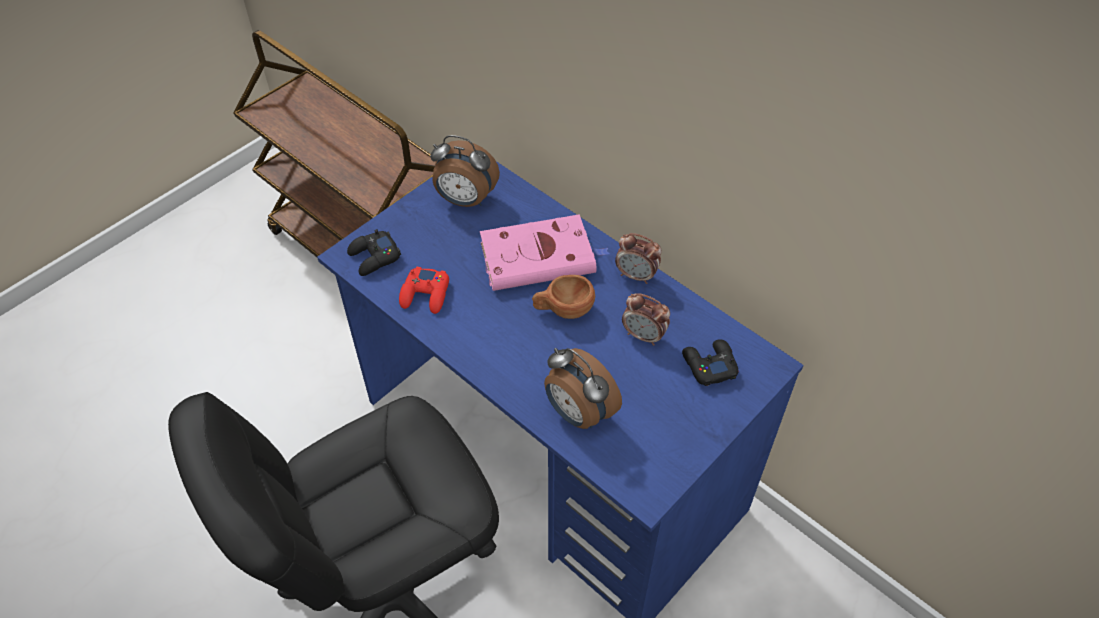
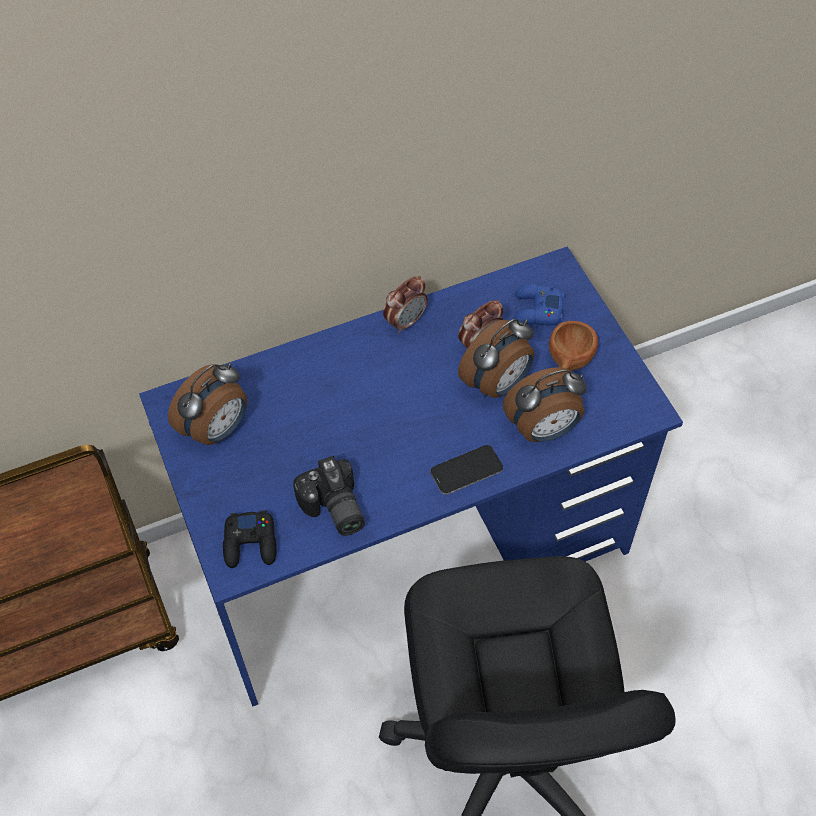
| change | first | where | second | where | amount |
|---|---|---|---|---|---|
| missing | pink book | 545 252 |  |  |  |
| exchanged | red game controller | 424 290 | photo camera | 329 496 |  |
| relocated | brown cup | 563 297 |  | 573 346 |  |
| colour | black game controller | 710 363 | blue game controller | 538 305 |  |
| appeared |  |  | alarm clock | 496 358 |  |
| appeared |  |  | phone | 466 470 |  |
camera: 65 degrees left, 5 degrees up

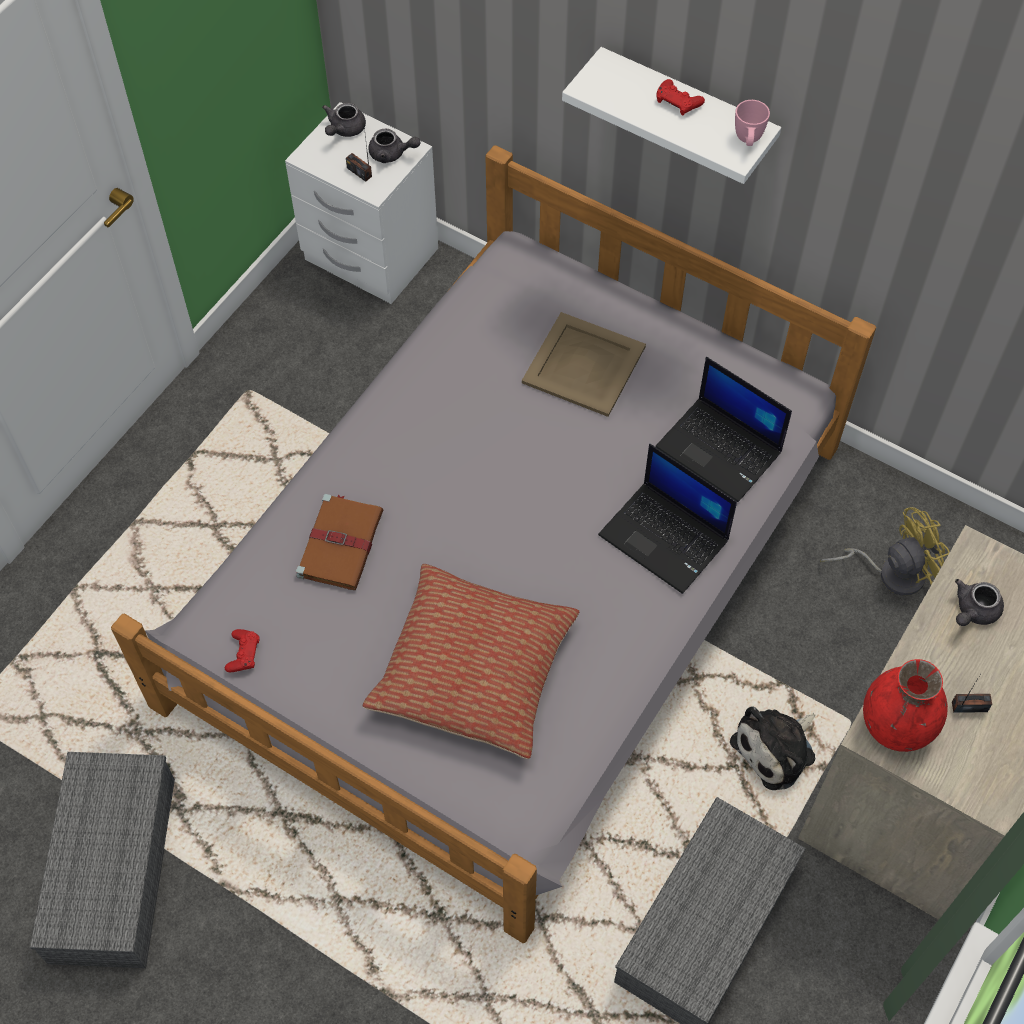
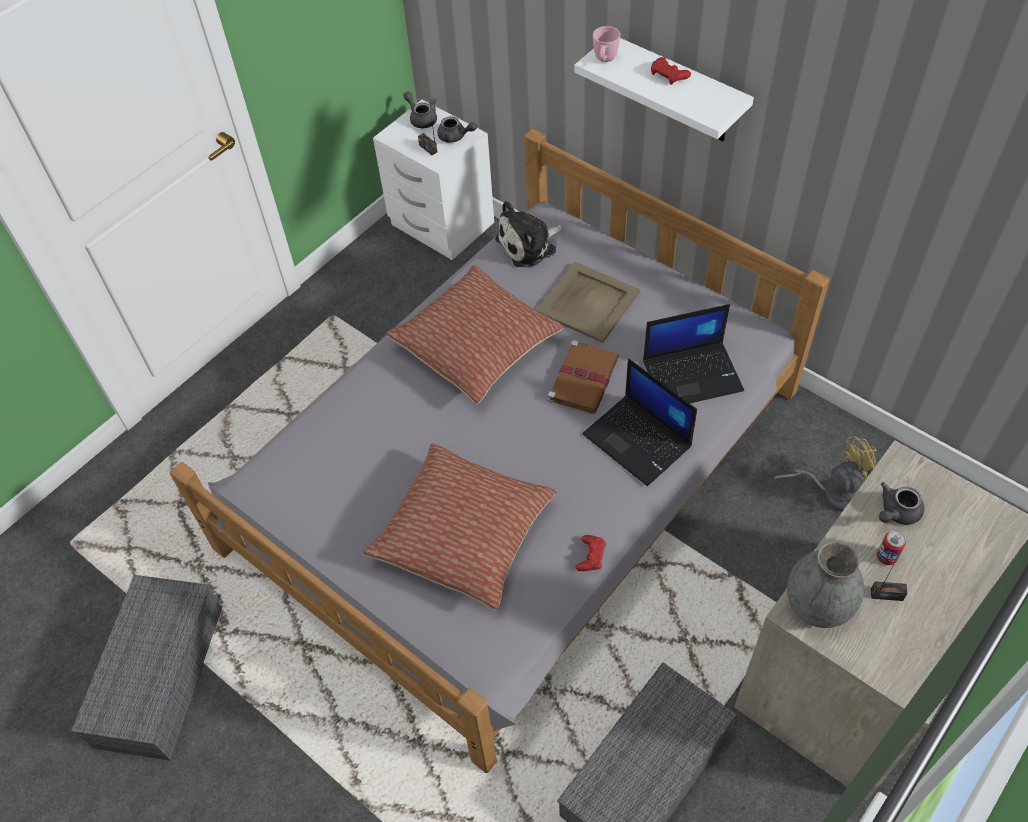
| change | first | where | second | where | amount |
|---|---|---|---|---|---|
| relocated | pink mug | 752 123 |  | 606 44 |  |
| spun | grey teapot | 344 120 |  | 420 109 | 105 degrees clockwise |
| spun | laptop | 723 429 |  | 693 353 | 60 degrees counterclockwise |
| relocated | brown book | 340 542 |  | 584 377 |  |
| relocated | red game controller | 242 650 |  | 591 553 |  |
| colour | red vase | 905 705 | grey vase | 825 584 |  |
| relocated | plush toy | 773 748 |  | 529 234 |  |
| appeared |  |  | pillow | 475 334 |  |
| appeared |  |  | can | 891 548 |  |
camera: 10 degrees right, 5 degrees down

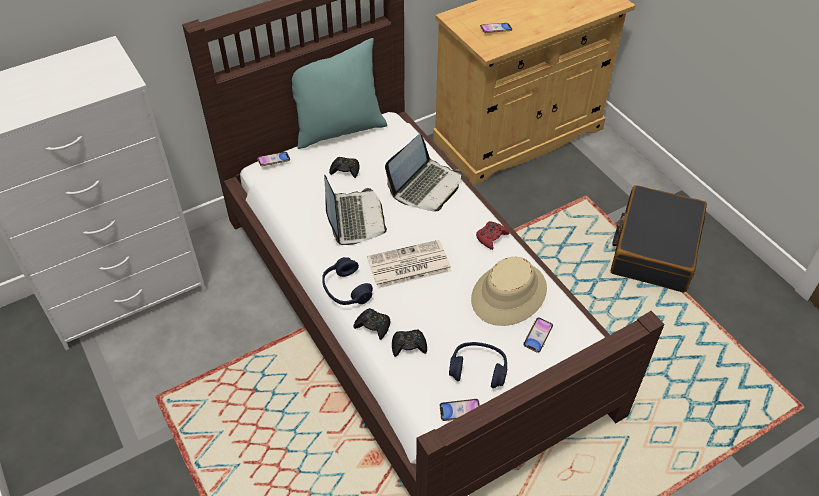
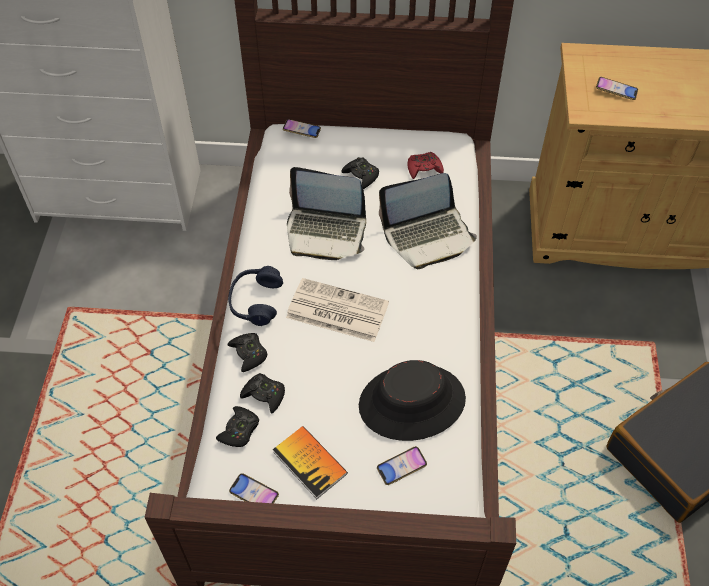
| change | first | where | second | where | amount |
|---|---|---|---|---|---|
| missing | turquoise pillow | 339 93 |  |  |  |
| spun | laptop | 355 209 |  | 326 213 | 75 degrees clockwise |
| relocated | red game controller | 492 235 |  | 426 165 |  |
| colour | beige hat | 509 291 | black hat | 412 400 |  |
| exchanged | blue headphones | 478 365 | book | 310 462 |  |
| appeared |  |  | black game controller | 237 426 |  |
camera: 35 degrees right, 5 degrees up

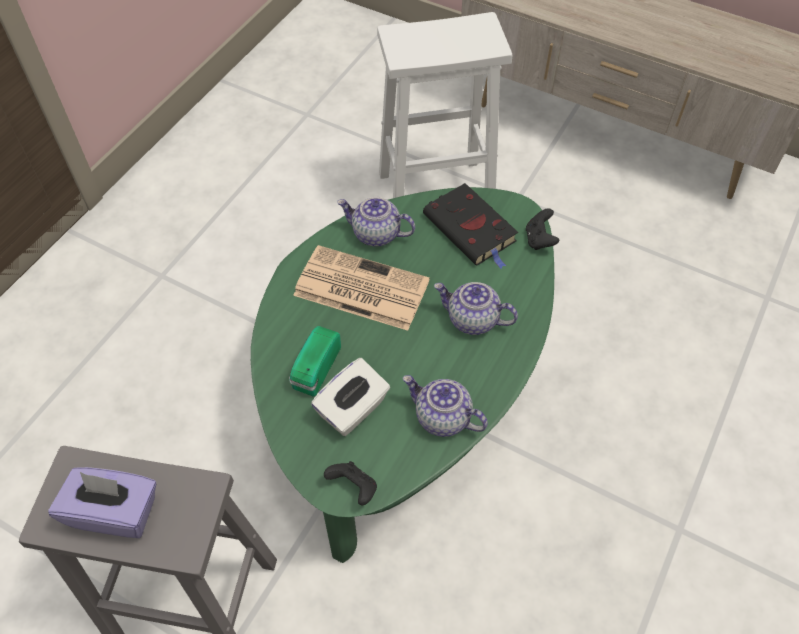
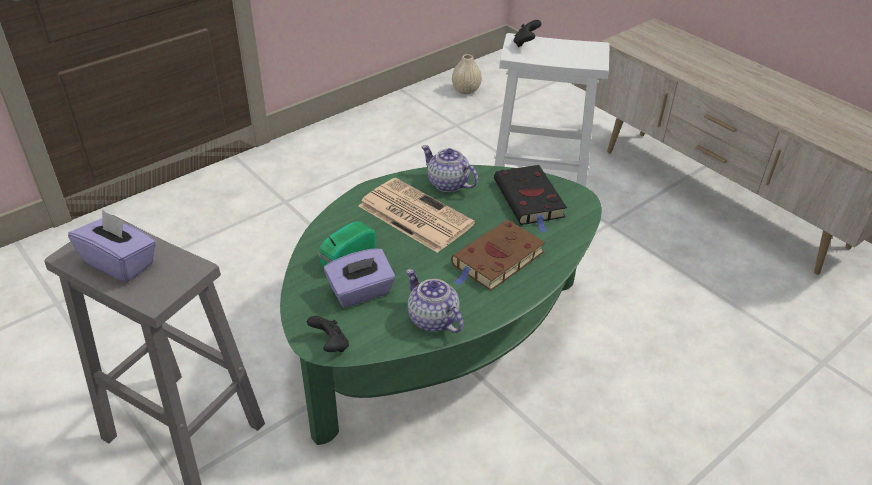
| change | first | where | second | where | amount |
|---|---|---|---|---|---|
| relocated | black game controller | 542 229 |  | 528 33 |  |
| exchanged | teapot | 476 308 | brown book | 498 255 |  |
| colour | white tissue box | 350 397 | purple tissue box | 360 278 |  |
| appeared |  |  | beige vase | 467 74 |  |
camera: 20 degrees right, 15 degrees down

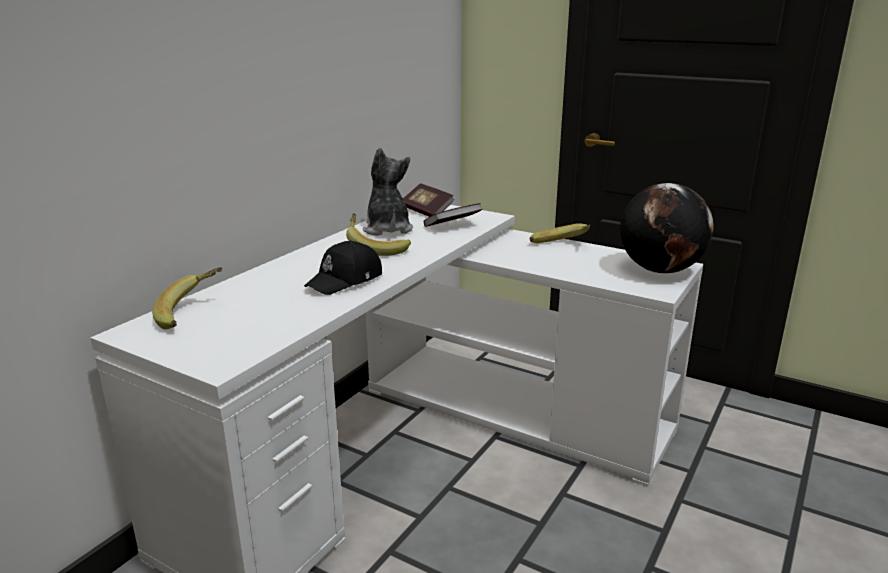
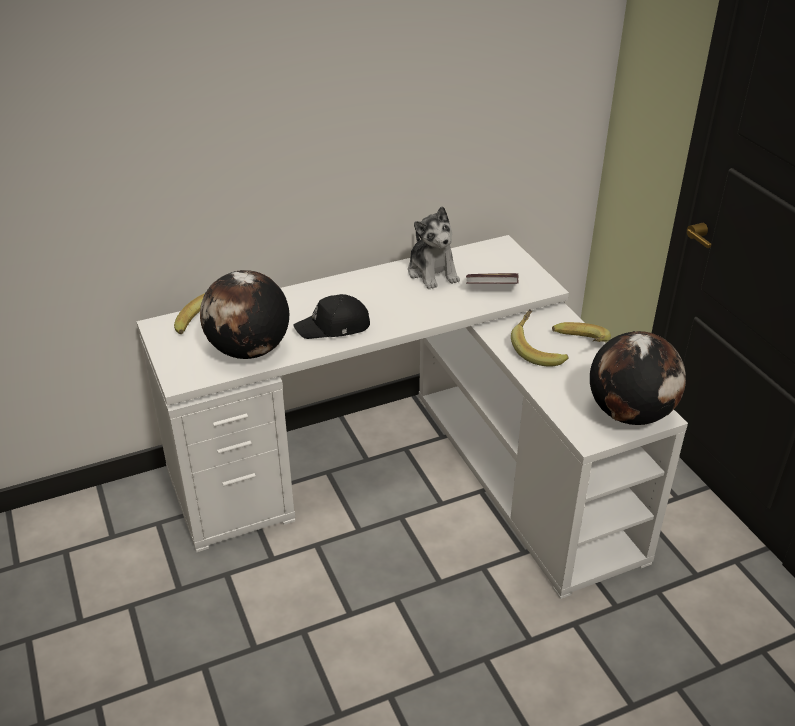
| change | first | where | second | where | amount |
|---|---|---|---|---|---|
| spun | plush toy | 388 192 |  | 434 247 | 135 degrees clockwise |
| missing | book | 428 200 |  |  |  |
| relocated | banana | 378 234 |  | 539 338 |  |
| appeared |  |  | globe | 244 314 |  |
camera: 35 degrees right, 15 degrees up

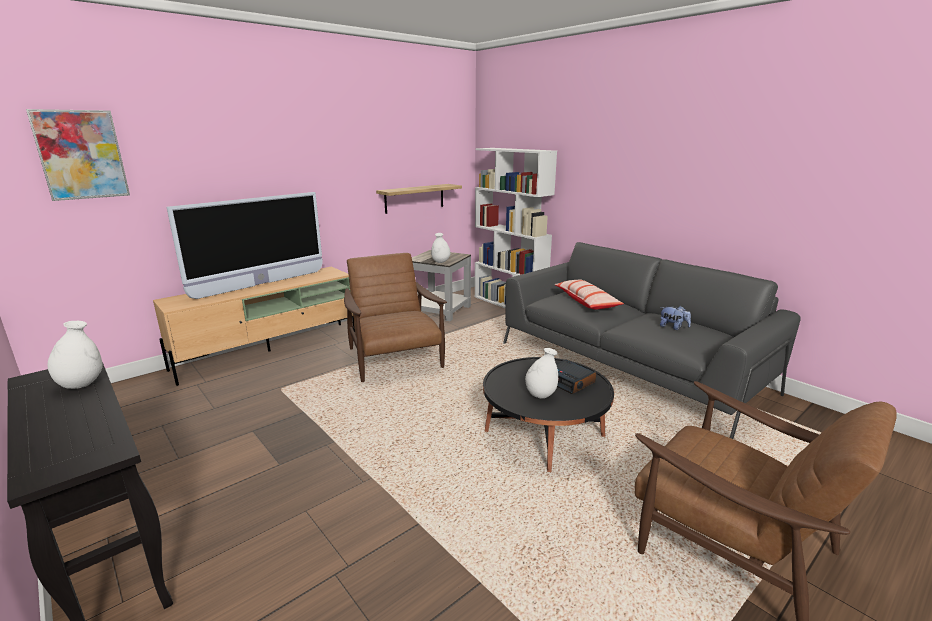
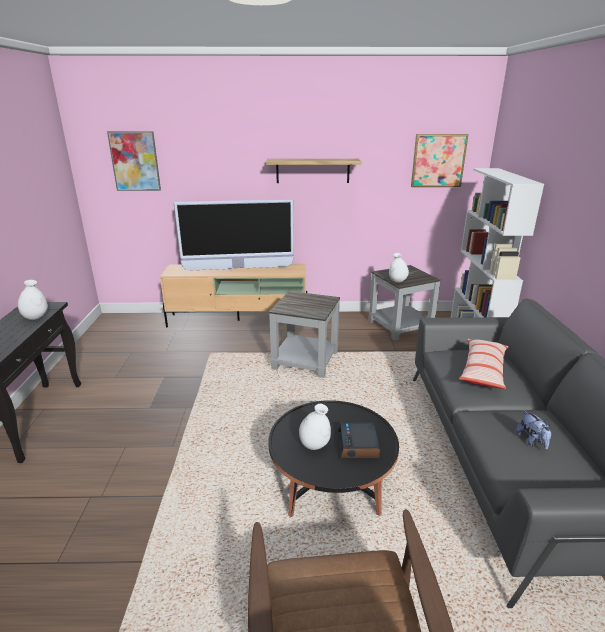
| change | first | where | second | where | amount |
|---|---|---|---|---|---|
| relocated | shelf | 419 199 |  | 314 171 |  |
| exchanged | brown armchair | 395 317 | grey side table | 304 334 |  |
| appeared |  |  | picture | 439 160 |  |
camera: 40 degrees right, 5 degrees up

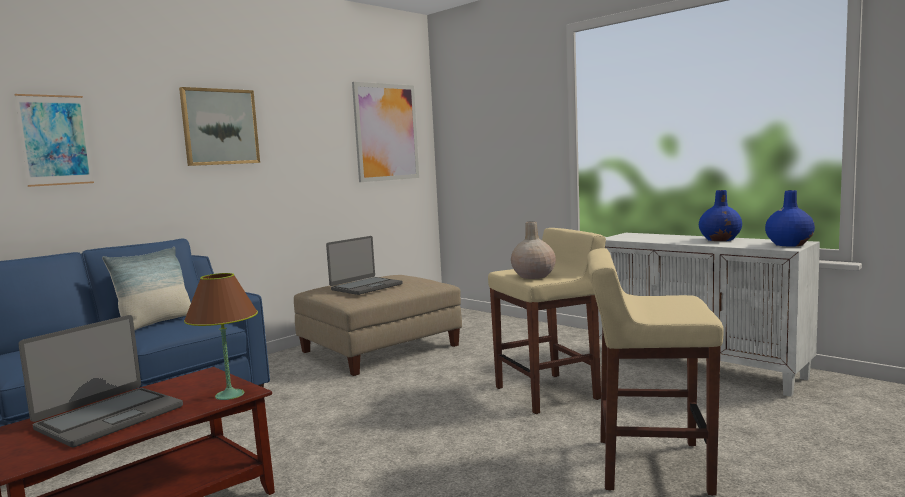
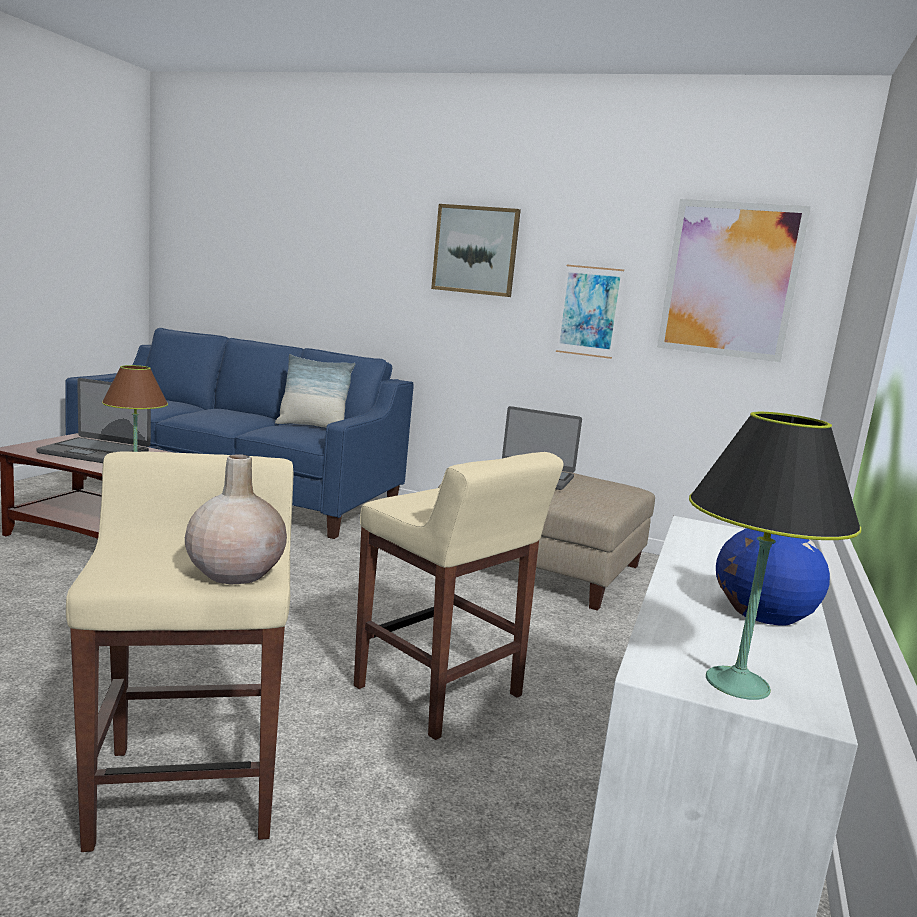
| change | first | where | second | where | amount |
|---|---|---|---|---|---|
| relocated | picture | 54 140 |  | 590 312 |  |
| exchanged | blue vase | 790 218 | black table lamp | 775 555 |  |
| relocated | beige vase | 533 250 |  | 236 519 |  |
camera: 65 degrees right, 5 degrees up

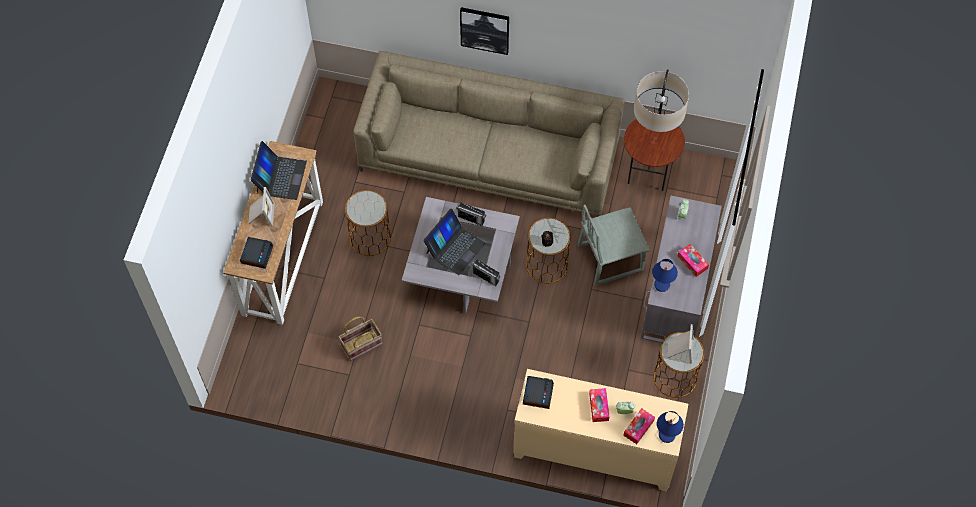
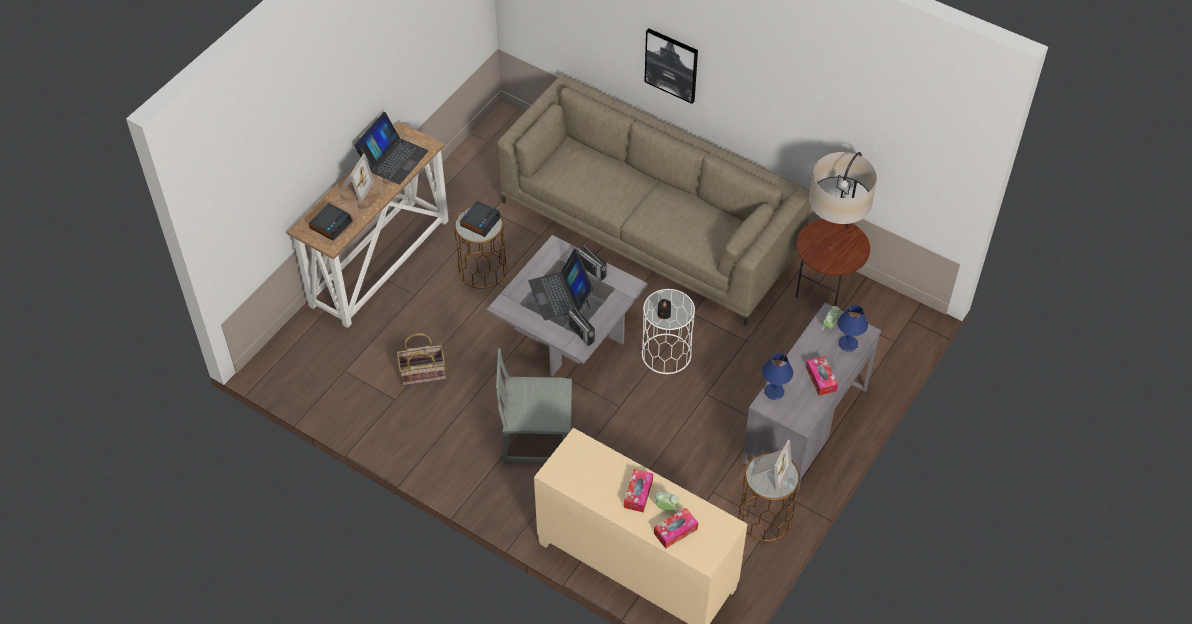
| change | first | where | second | where | amount |
|---|---|---|---|---|---|
| relocated | grey chair | 613 245 |  | 534 405 |  |
| spun | laptop | 454 241 |  | 560 285 | 105 degrees clockwise |
| colour | brown side table | 548 250 | white side table | 668 331 |  |
| relocated | alarm clock | 538 392 |  | 480 219 |  |
| relocated | blue table lamp | 670 427 |  | 852 328 |  |
camera: 20 degrees right, 10 degrees down

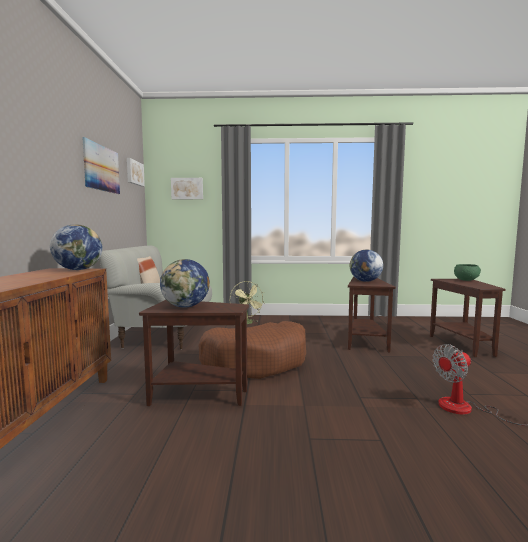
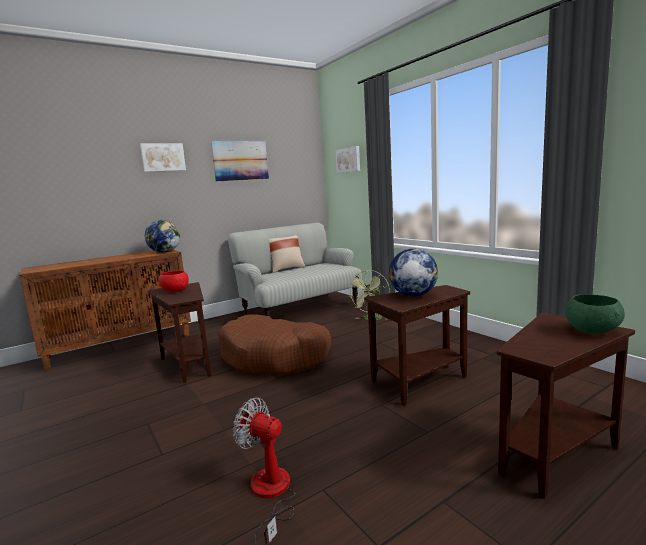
| change | first | where | second | where | amount |
|---|---|---|---|---|---|
| relocated | picture | 136 172 |  | 163 157 |  |
| exchanged | globe | 185 283 | red bowl | 173 282 |  |
camera: 55 degrees right, 5 degrees up

